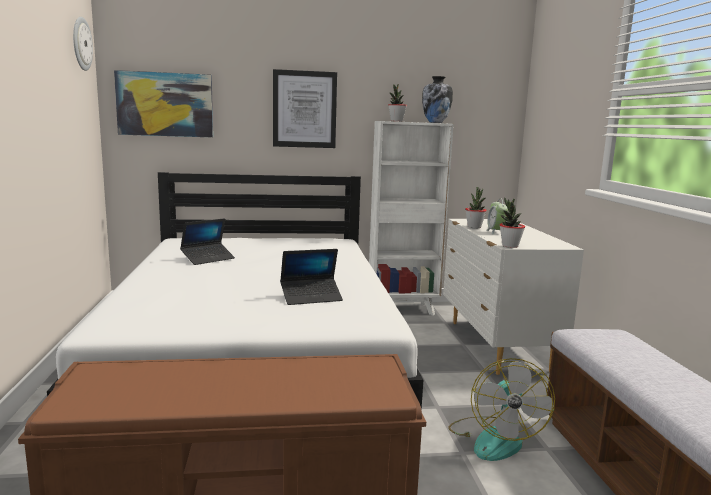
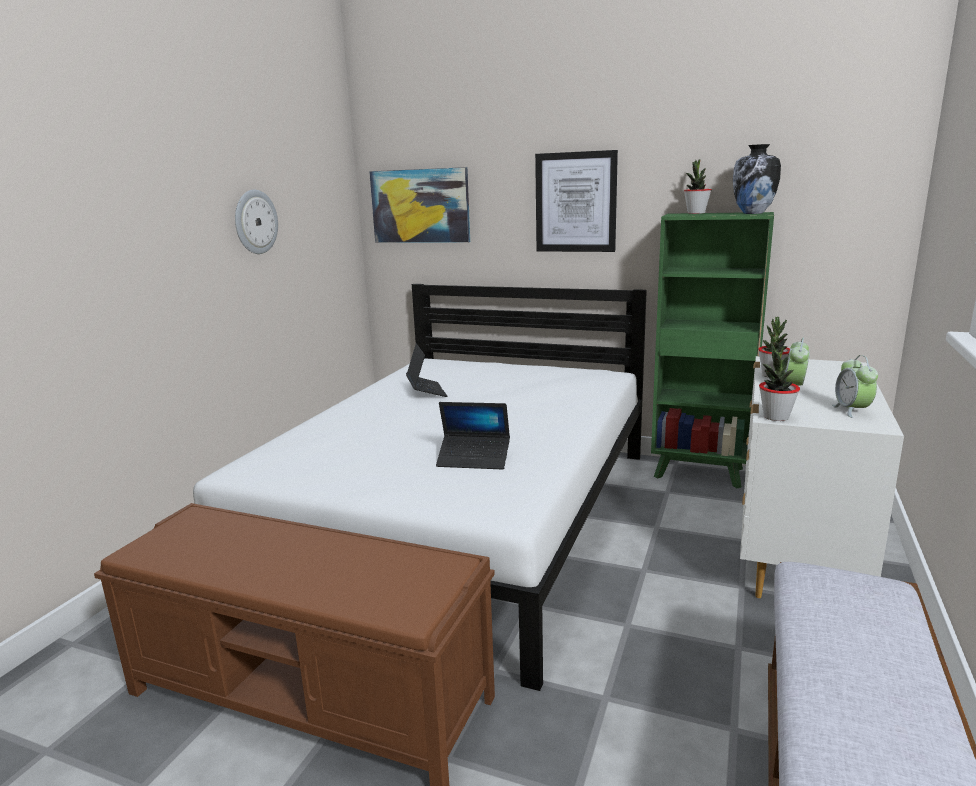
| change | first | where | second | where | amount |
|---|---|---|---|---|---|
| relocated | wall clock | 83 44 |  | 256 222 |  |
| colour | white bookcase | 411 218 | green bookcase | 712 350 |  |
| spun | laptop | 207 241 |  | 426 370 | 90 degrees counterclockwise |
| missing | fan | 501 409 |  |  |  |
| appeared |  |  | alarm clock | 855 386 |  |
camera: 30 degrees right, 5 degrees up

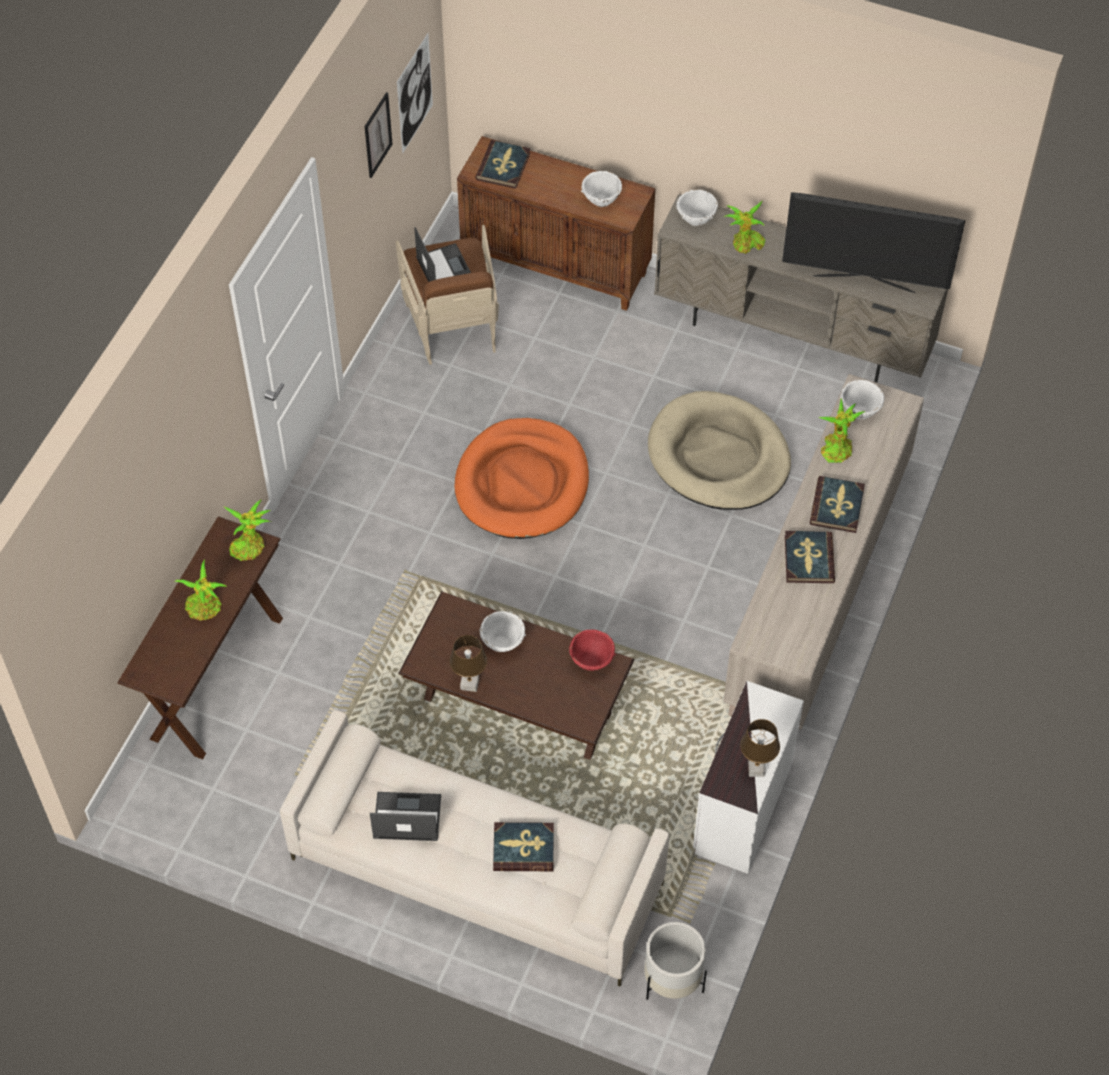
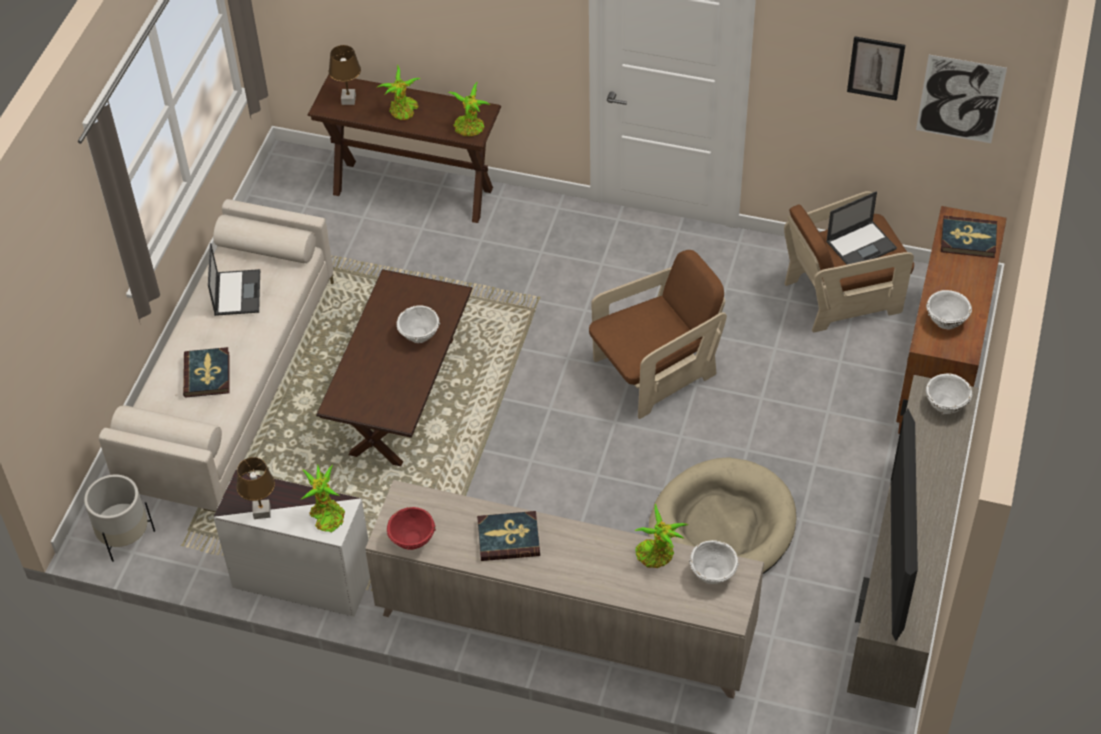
| change | first | where | second | where | amount |
|---|---|---|---|---|---|
| relocated | potted plant | 745 227 |  | 322 498 |  |
| exchanged | orange dog bed | 521 478 | brown armchair | 658 334 |  |
| missing | book | 837 504 |  |  |  |
| relocated | red bowl | 592 650 |  | 411 528 |  |
| relocated | brown table lamp | 468 663 |  | 345 75 |  |
camera: 85 degrees right, 5 degrees down

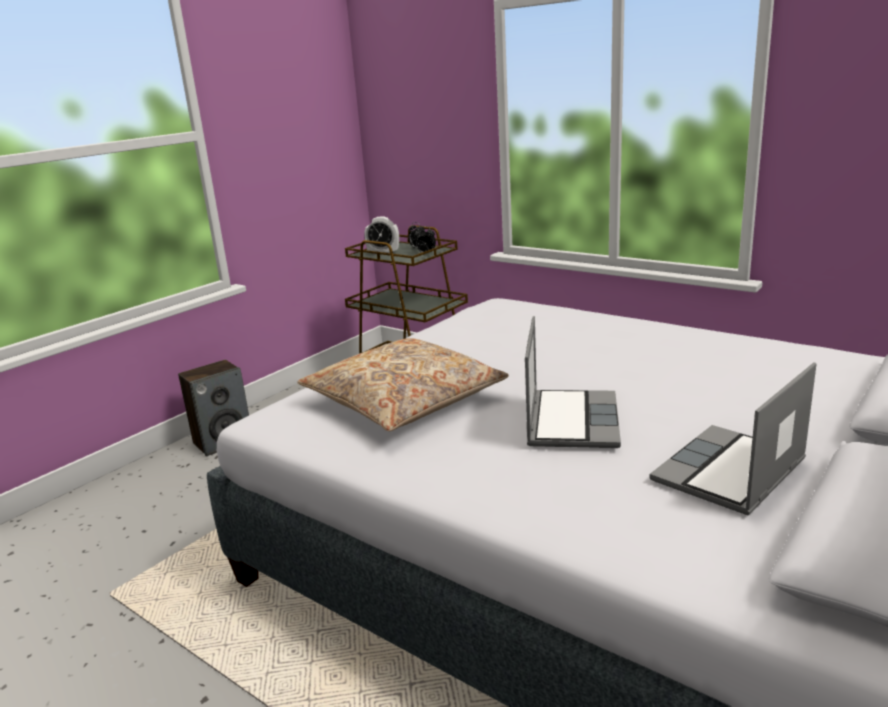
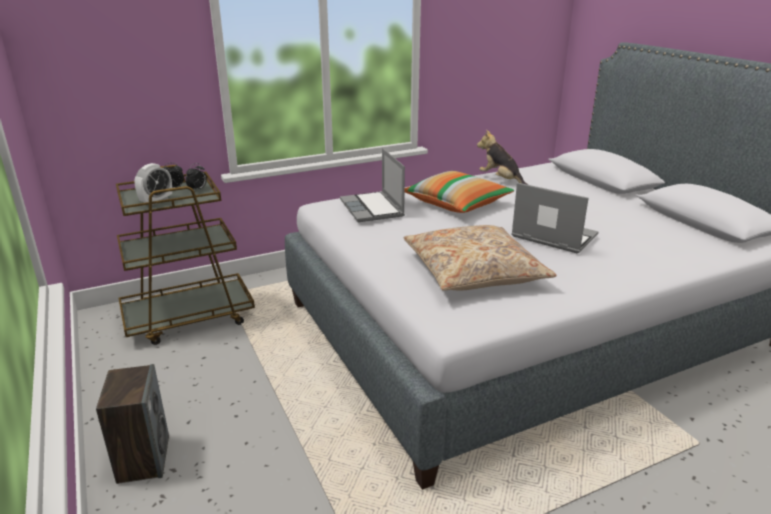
| change | first | where | second | where | amount |
|---|---|---|---|---|---|
| relocated | laptop | 732 438 |  | 372 185 |  |
| appeared |  |  | plush toy | 502 157 |  |
| appeared |  |  | pillow | 459 192 |  |
camera: 65 degrees left, 5 degrees up

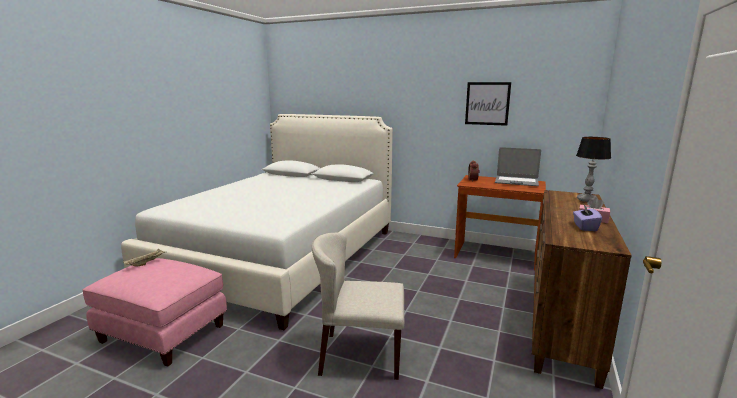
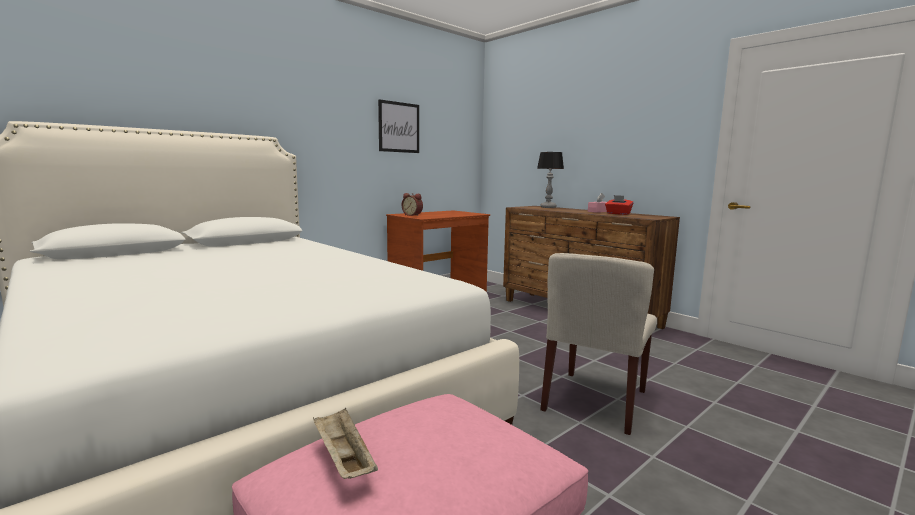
| change | first | where | second | where | amount |
|---|---|---|---|---|---|
| missing | laptop | 518 166 |  |  |  |
| colour | purple tissue box | 587 217 | red tissue box | 619 205 |  |
camera: 65 degrees left, 5 degrees down

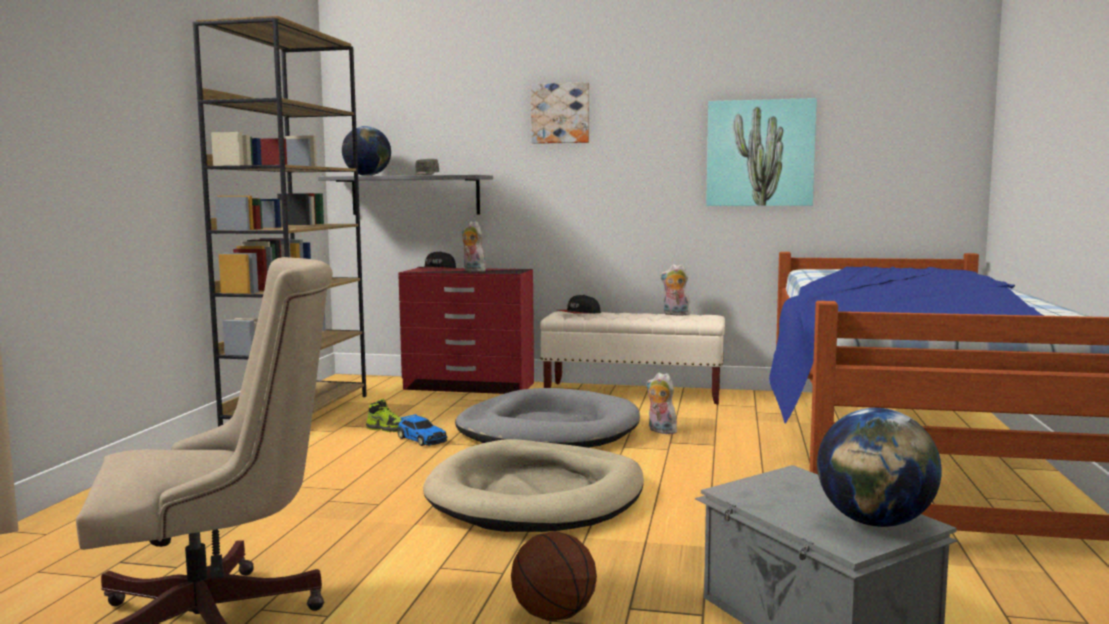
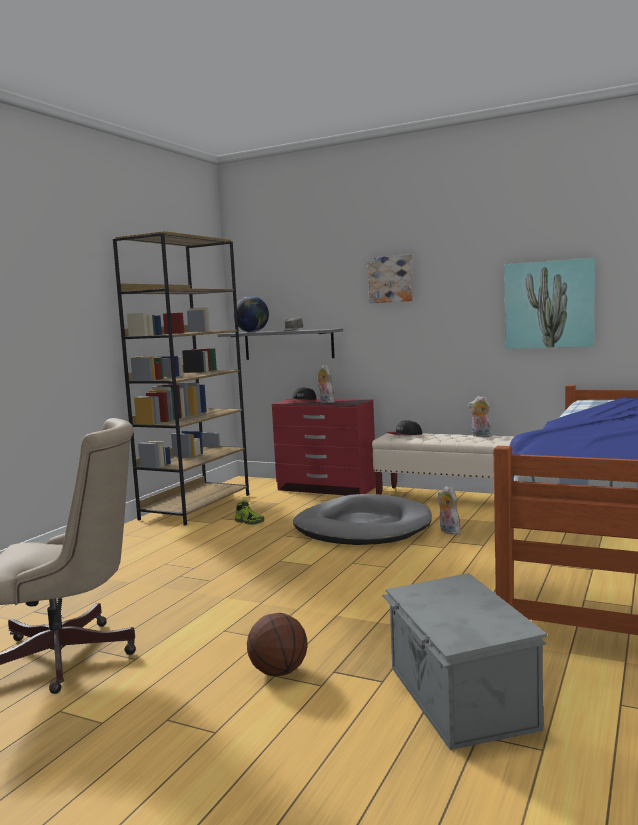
| change | first | where | second | where | amount |
|---|---|---|---|---|---|
| missing | globe | 879 467 |  |  |  |
| missing | toy car | 422 430 |  |  |  |
| missing | beige dog bed | 533 485 |  |  |  |
camera: 15 degrees right, 0 degrees up

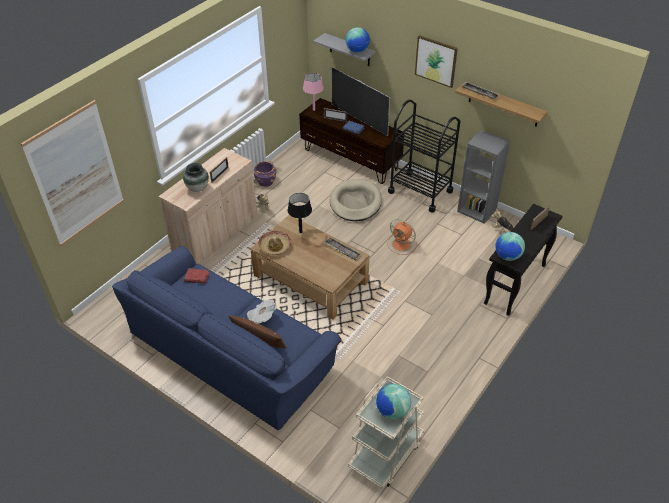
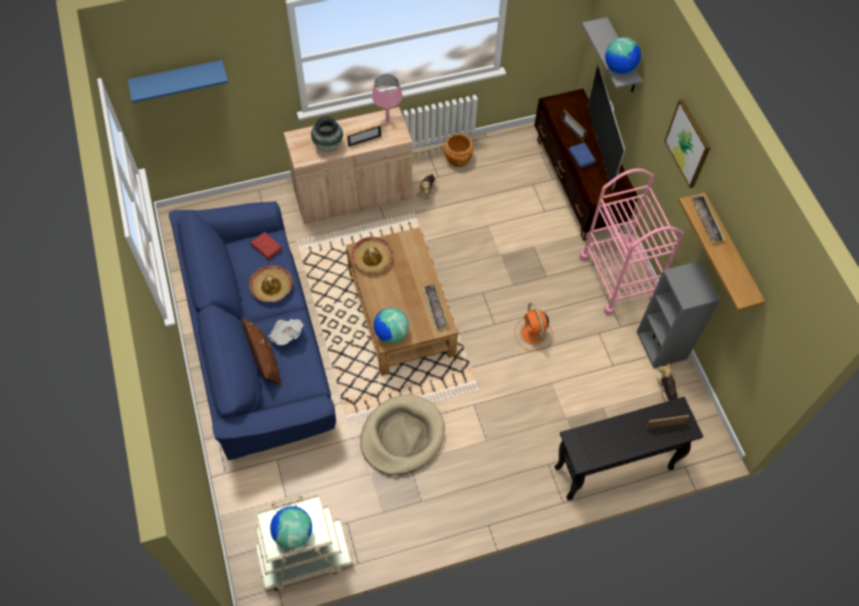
| change | first | where | second | where | amount |
|---|---|---|---|---|---|
| relocated | pink table lamp | 313 92 |  | 387 98 |  |
| exchanged | picture | 72 173 | blue shelf | 177 81 |  |
| colour | black cart | 424 156 | pink cart | 632 241 |  |
| colour | purple planter | 265 174 | brown planter | 458 150 |  |
| relocated | beige dog bed | 356 200 |  | 402 434 |  |
| missing | black table lamp | 299 213 |  |  |  |
| relocated | globe | 510 246 |  | 391 325 |  |
| appeared |  |  | hat | 271 283 |  |
camera: 35 degrees right, 15 degrees up

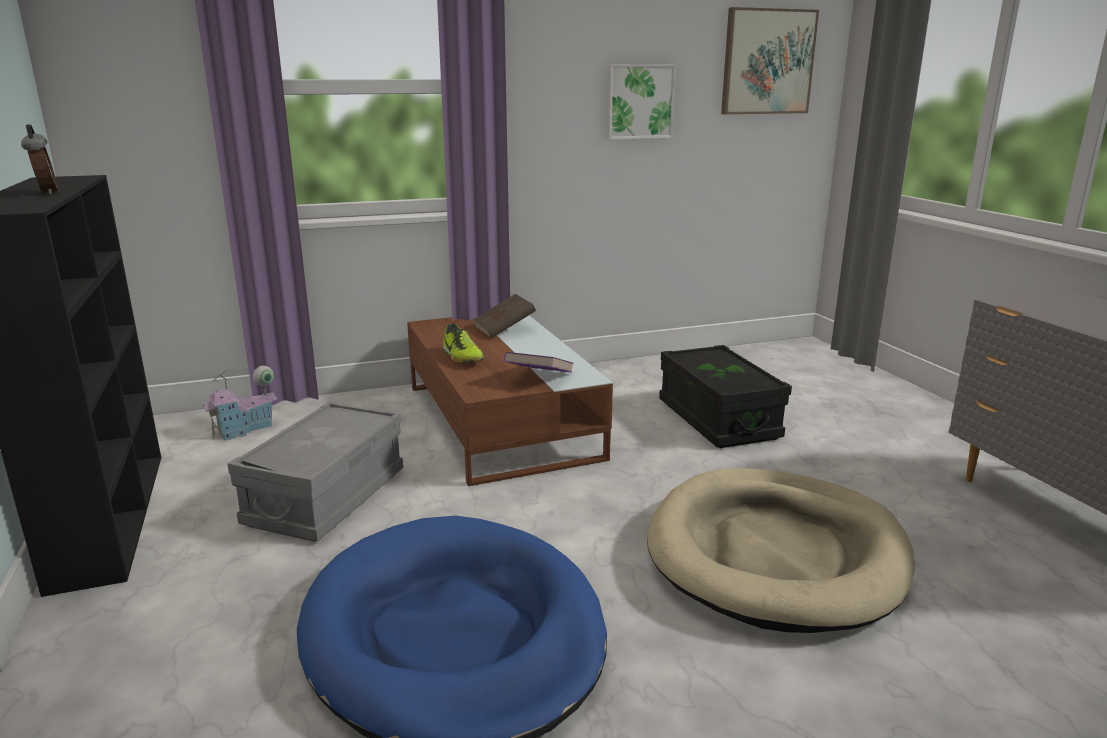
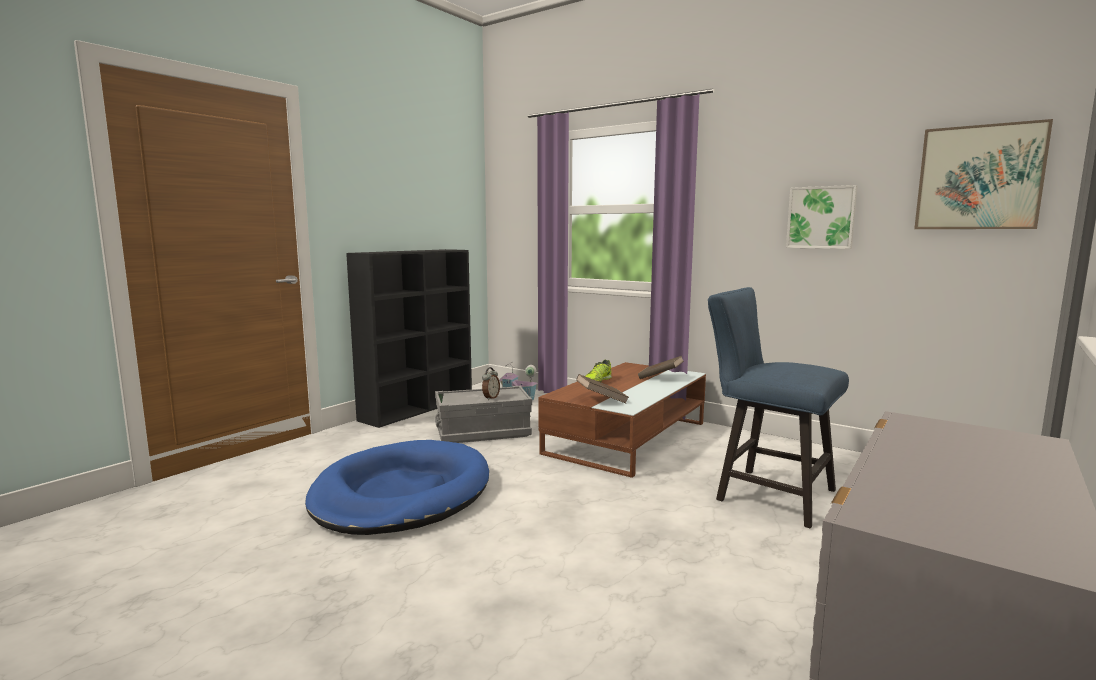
| change | first | where | second | where | amount |
|---|---|---|---|---|---|
| relocated | alarm clock | 40 159 |  | 491 383 |  |
| exchanged | black storage box | 725 396 | blue chair | 778 407 |  |
| colour | purple book | 539 362 | brown book | 602 389 |  |
| missing | beige dog bed | 781 550 |  |  |  |
camera: 55 degrees right, 10 degrees down

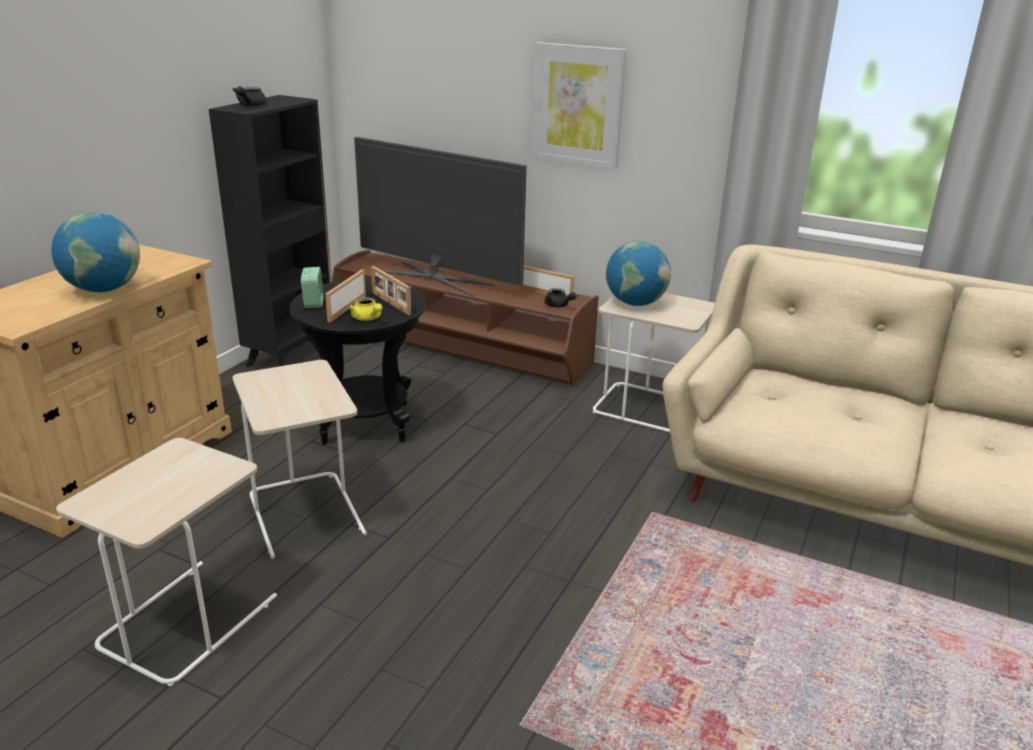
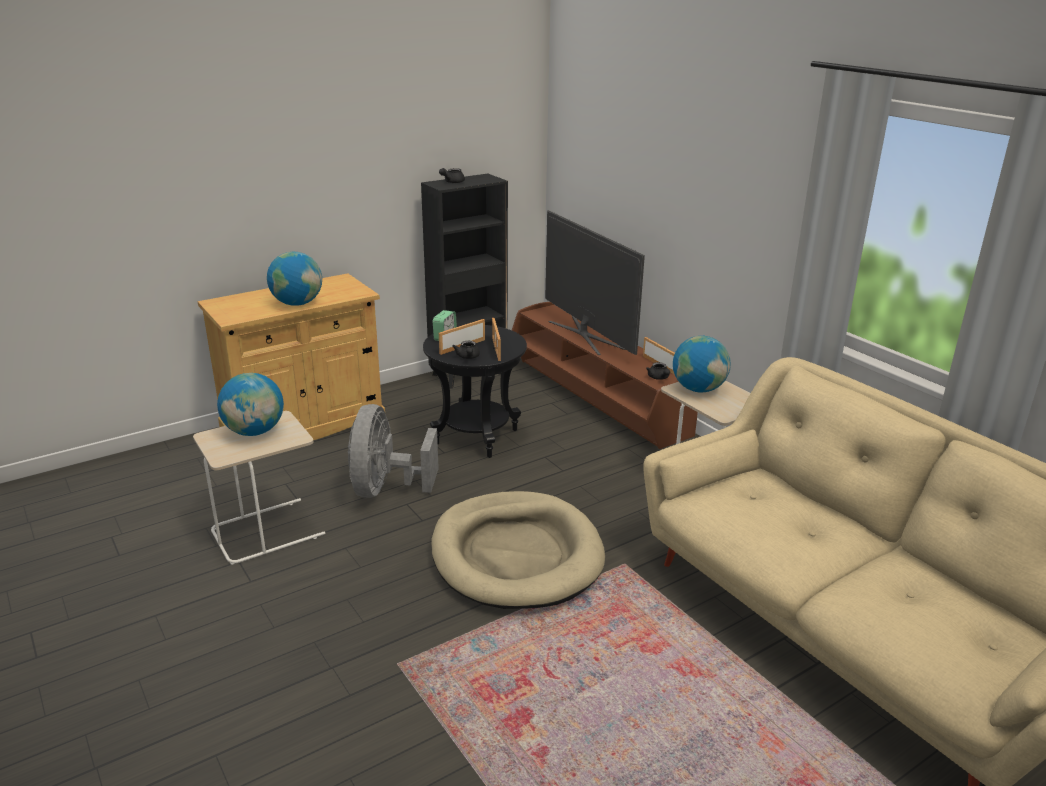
| change | first | where | second | where | amount |
|---|---|---|---|---|---|
| missing | picture | 579 106 |  |  |  |
| colour | yellow teapot | 365 309 | black teapot | 466 350 |  |
| exchanged | beige side table | 300 459 | grey fan | 393 451 |  |
| appeared |  |  | globe | 250 404 |  |
| appeared |  |  | beige dog bed | 518 550 |  |
camera: 30 degrees right, 0 degrees up

